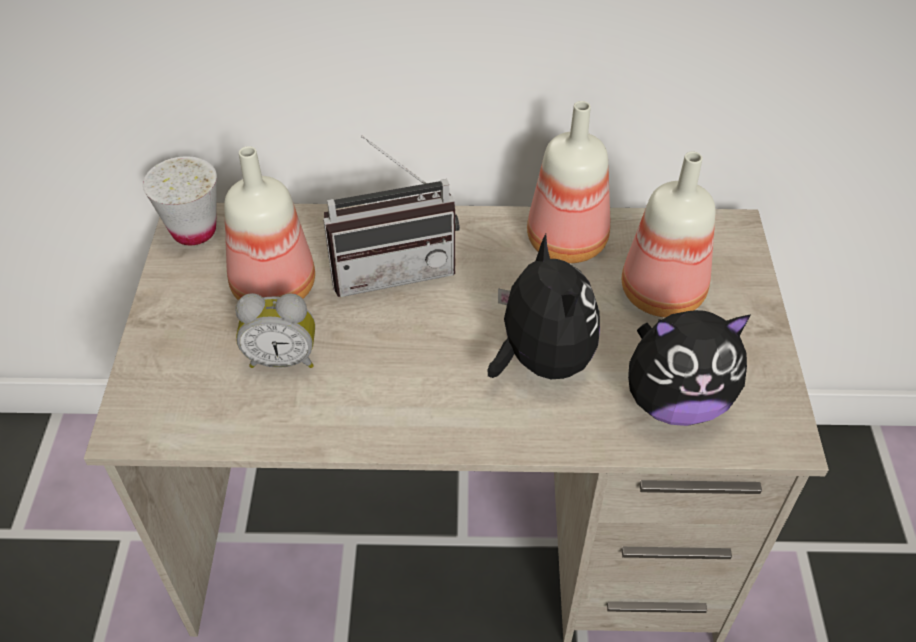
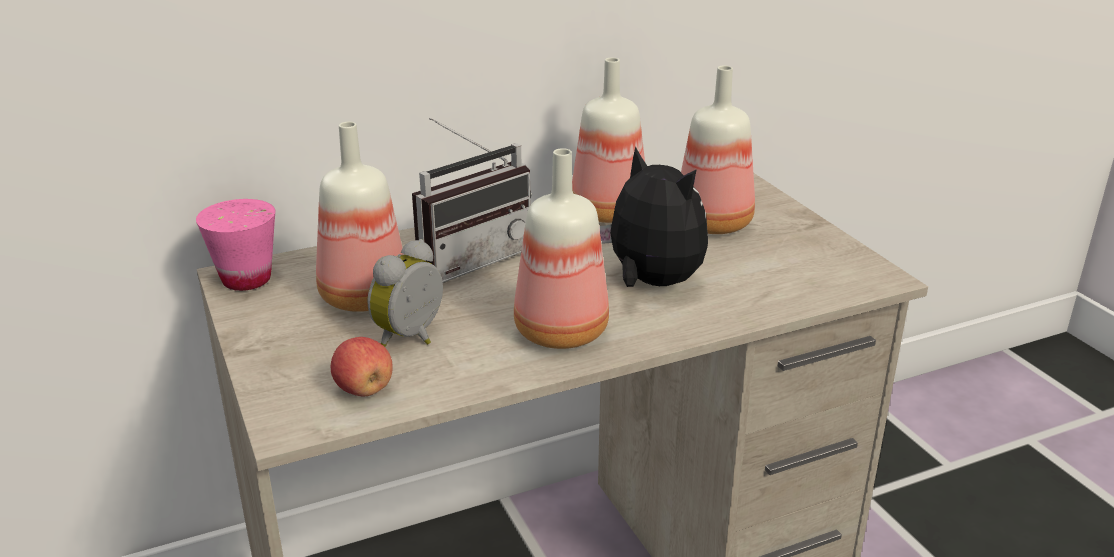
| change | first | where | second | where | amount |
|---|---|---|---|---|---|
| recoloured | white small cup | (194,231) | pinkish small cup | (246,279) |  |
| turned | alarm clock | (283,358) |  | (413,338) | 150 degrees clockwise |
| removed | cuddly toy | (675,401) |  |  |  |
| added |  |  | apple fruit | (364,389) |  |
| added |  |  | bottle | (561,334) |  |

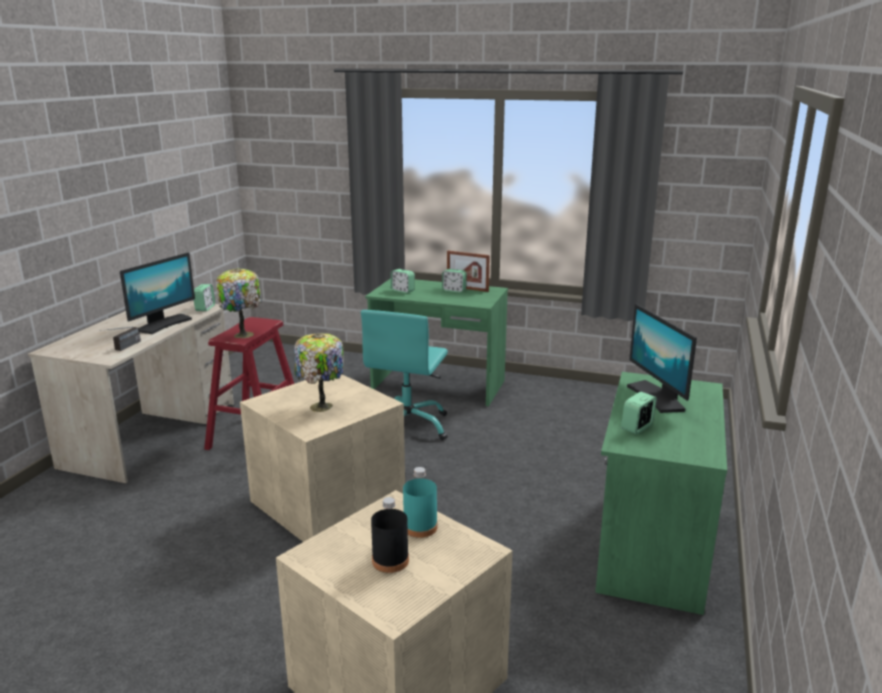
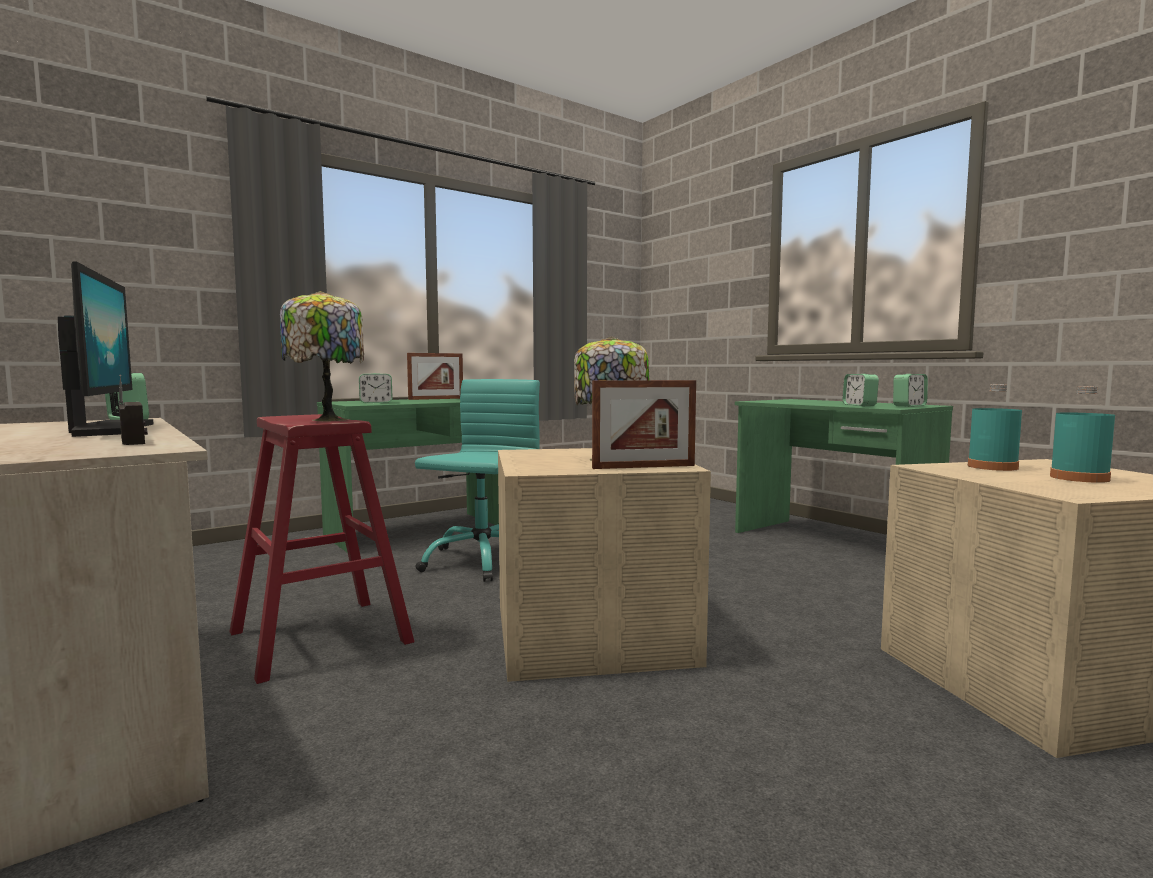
| change | first | where | second | where | amount |
|---|---|---|---|---|---|
| turned | turquoise-coloured computer chair | (407,427) |  | (481,561) | 120 degrees counterclockwise |
| recoloured | black bottle | (390,561) | turquoise-coloured bottle | (1079,478) |  |
| moved | alarm clock | (454,290) |  | (909,406) |  |
| removed | computer screen | (657,397) |  |  |  |
| added |  |  | standing frame | (644,467) |  |

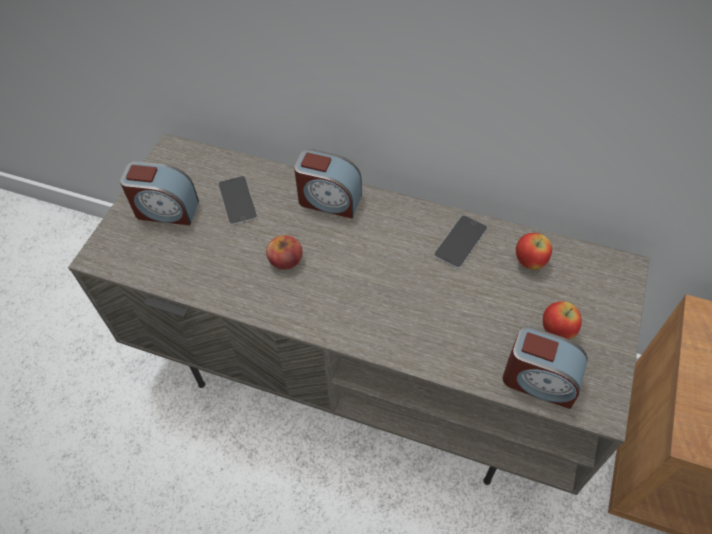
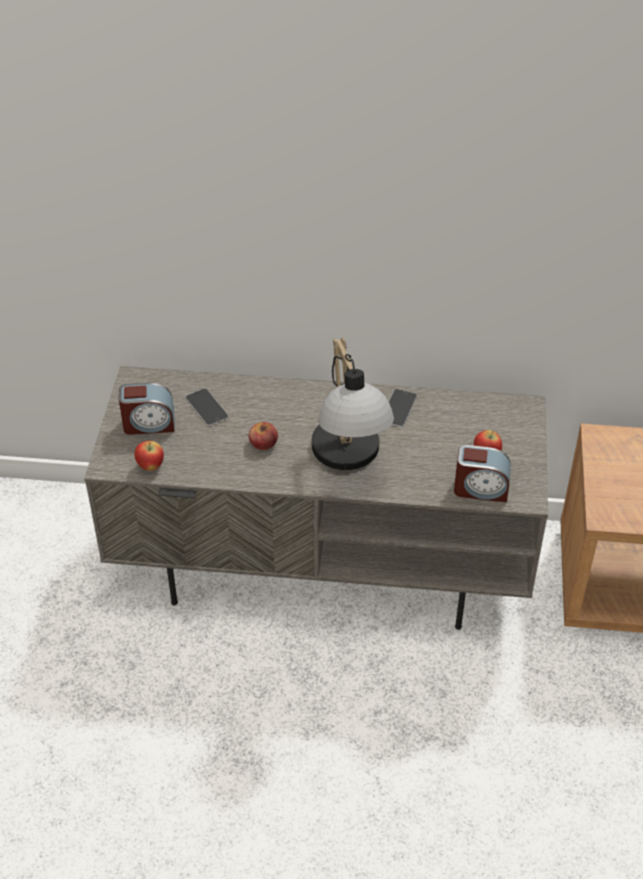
| change | first | where | second | where | amount |
|---|---|---|---|---|---|
| removed | alarm clock | (329,200) |  |  |  |
| moved | apple fruit | (529,262) |  | (150,466) |  |
| added |  |  | tabletop lamp | (349,460) |  |

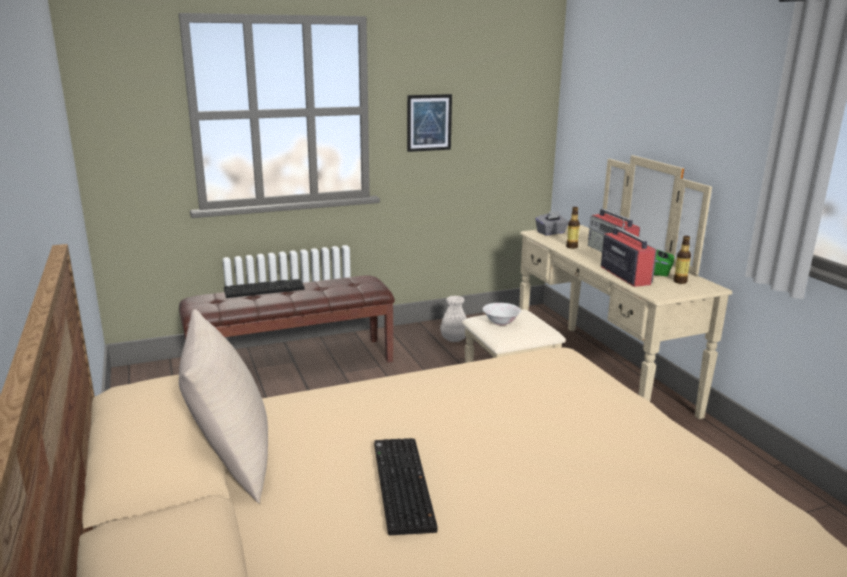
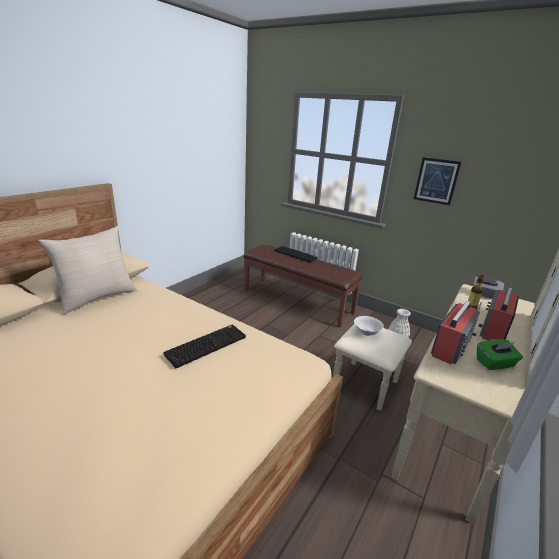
| change | first | where | second | where | amount |
|---|---|---|---|---|---|
| moved | keyboard | (400,484) |  | (206,345) |  |
| removed | bottle | (680,281) |  |  |  |

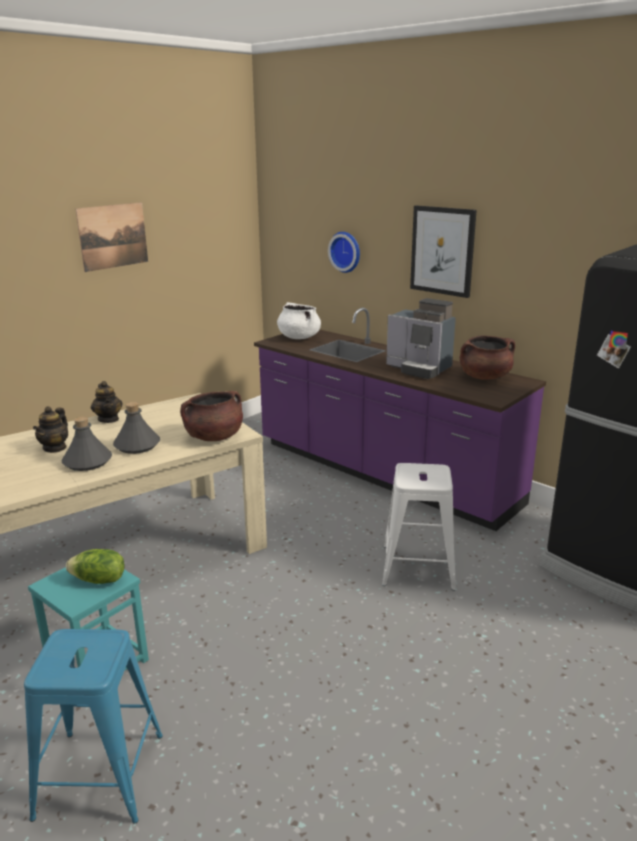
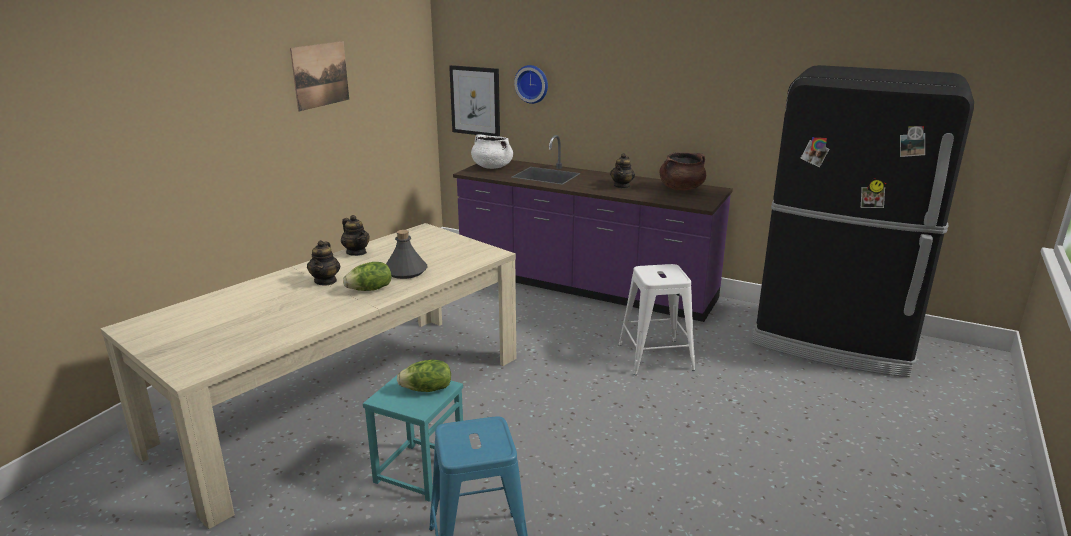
| change | first | where | second | where | amount |
|---|---|---|---|---|---|
| replaced | gray bottle | (88,462) | lettuce head | (370,289) |  |
| removed | brown-coloured saucepot | (214,437) |  |  |  |
| replaced | coffee brewer | (419,369) | pot for tea | (622,186) |  |
| moved | picture | (442,251) |  | (475,101) |  |

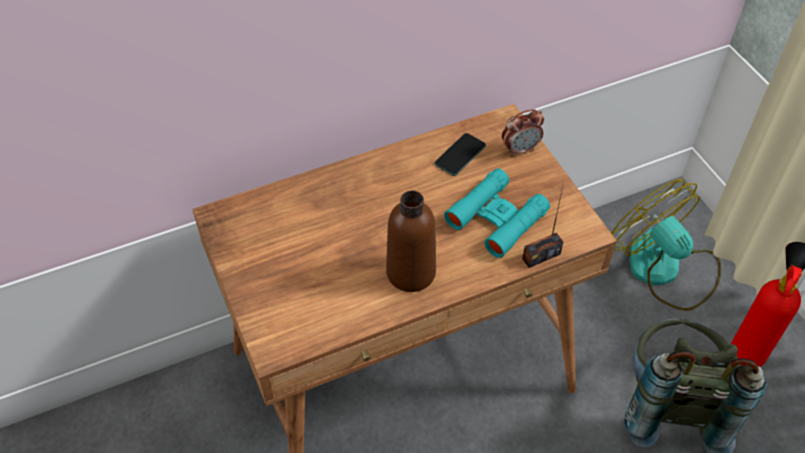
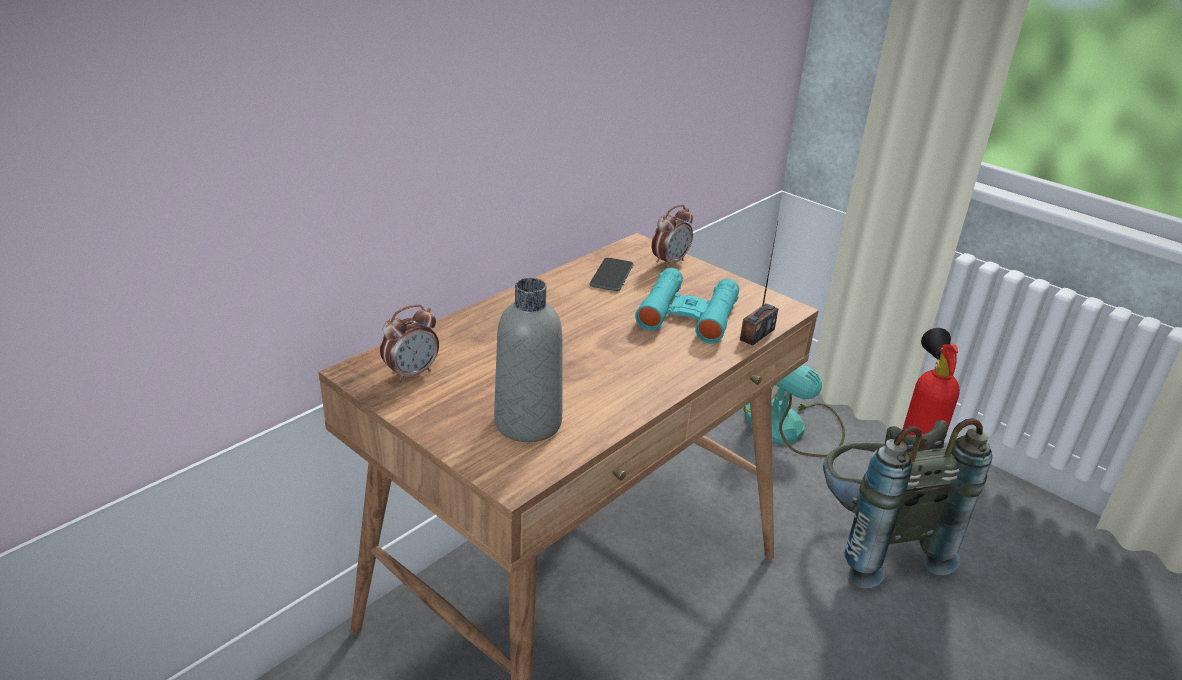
| change | first | where | second | where | amount |
|---|---|---|---|---|---|
| removed | brown-coloured bottle | (411,272) |  |  |  |
| added |  |  | alarm clock | (411,373) |  |
| added |  |  | gray bottle | (528,423) |  |

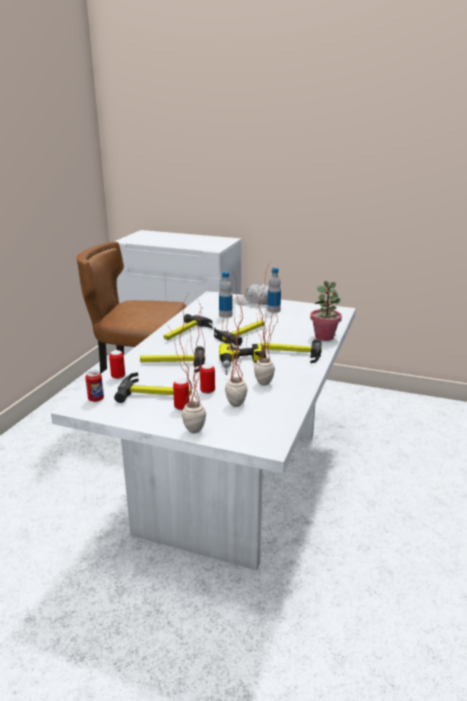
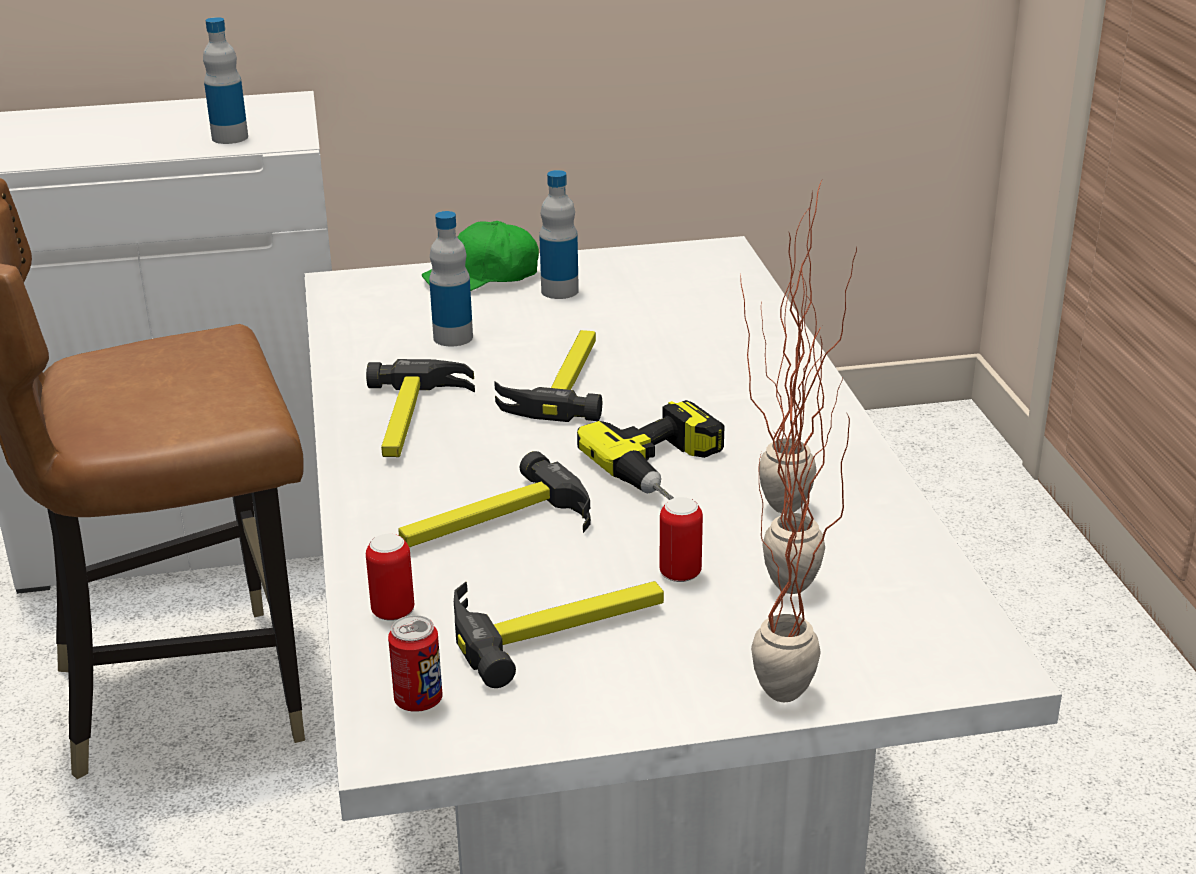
| change | first | where | second | where | amount |
|---|---|---|---|---|---|
| removed | sealed can | (182,407) |  |  |  |
| recoloured | white baseball cap | (255,302) | green-coloured baseball cap | (482,278) |  |
| removed | hand hammer | (289,353) |  |  |  |
| removed | potted plant | (324,337) |  |  |  |
| added |  |  | bottle | (230,137) |  |

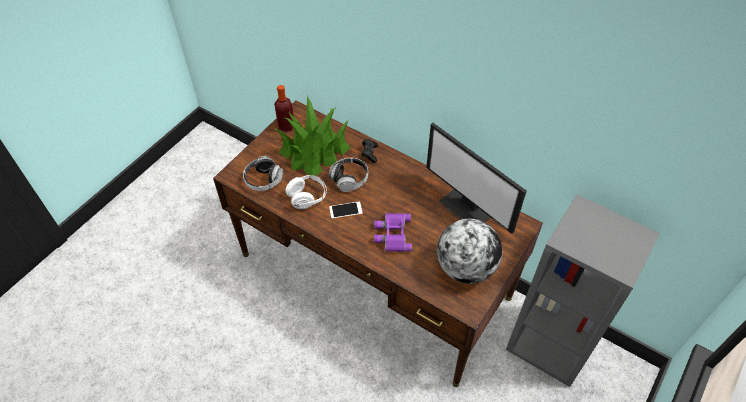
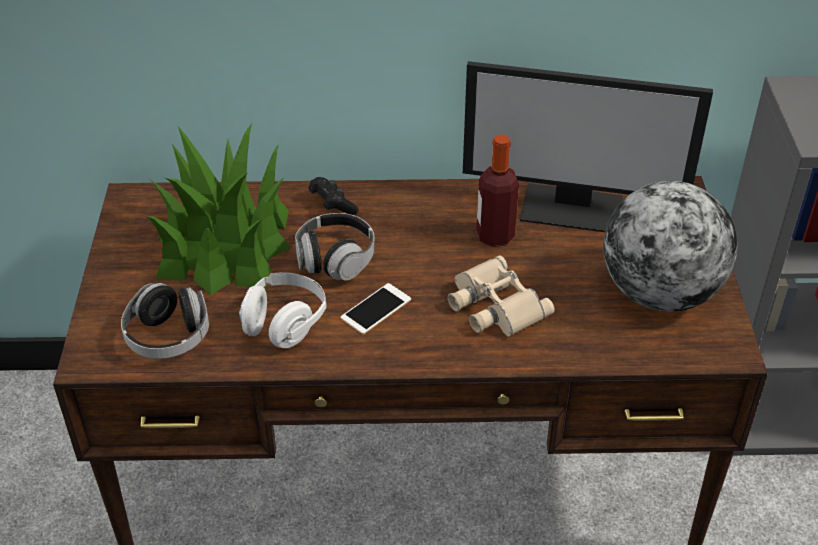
| change | first | where | second | where | amount |
|---|---|---|---|---|---|
| moved | bottle | (286,126) |  | (495,236) |  |
| recoloured | purplish binoculars | (392,234) | beige binoculars | (493,305) |  |

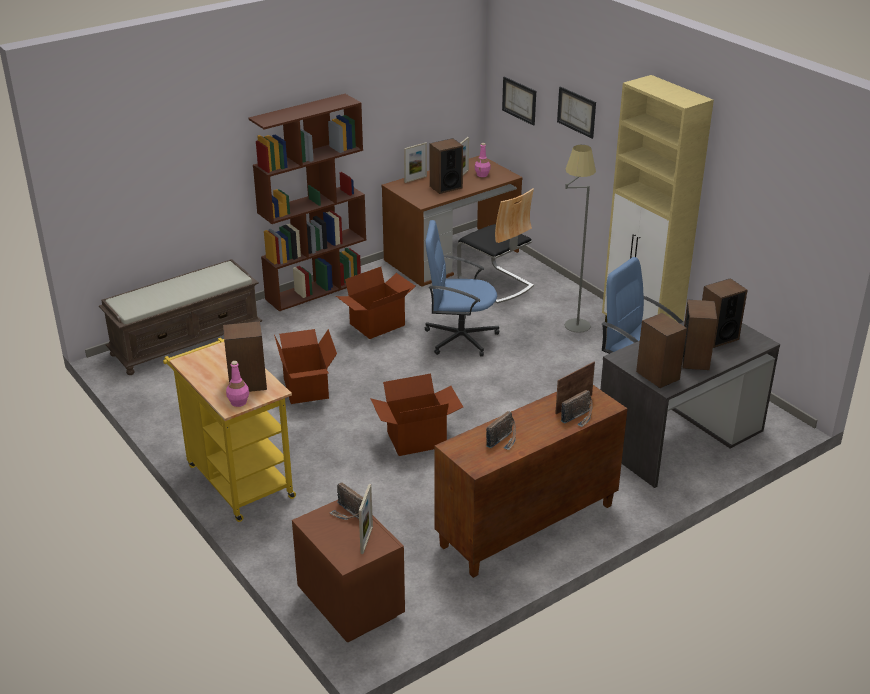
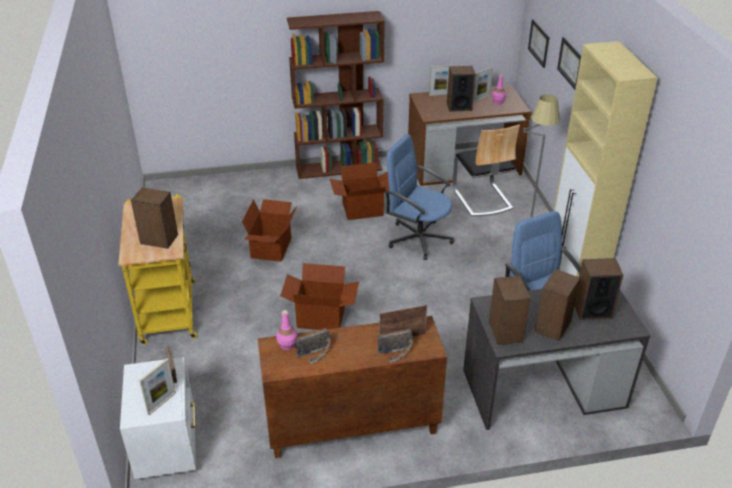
| change | first | where | second | where | amount |
|---|---|---|---|---|---|
| removed | brown-coloured long seat | (186,341) |  |  |  |
| moved | pinkish bottle | (238,402) |  | (287,344) |  |
| recoloured | brown-coloured nightstand | (351,604) | white nightstand | (168,445) |  |

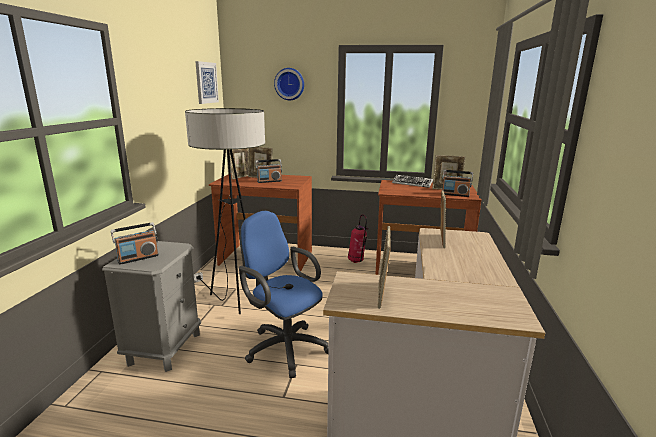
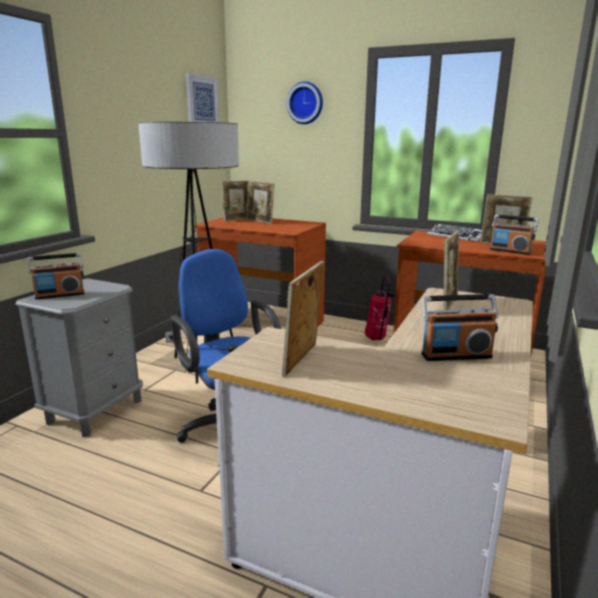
| change | first | where | second | where | amount |
|---|---|---|---|---|---|
| moved | radio | (269,181) |  | (456,355) |  |

